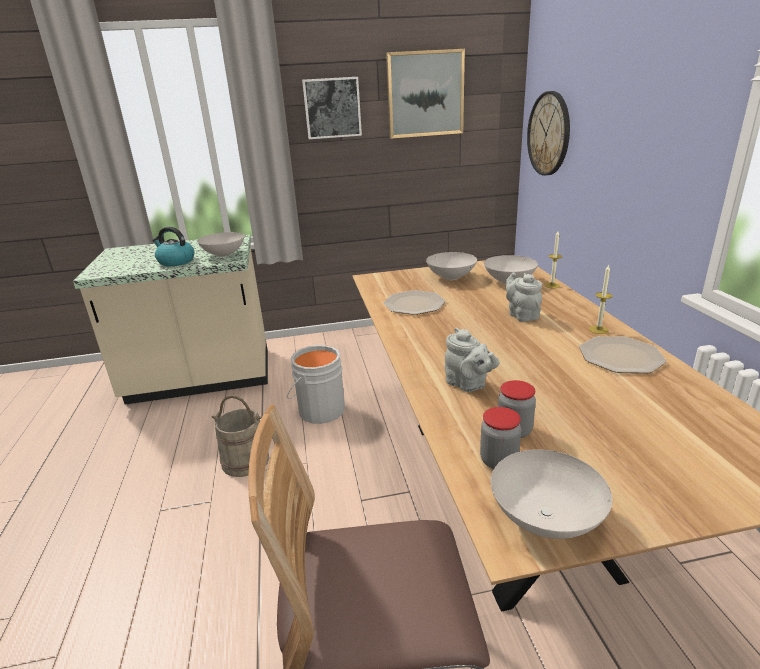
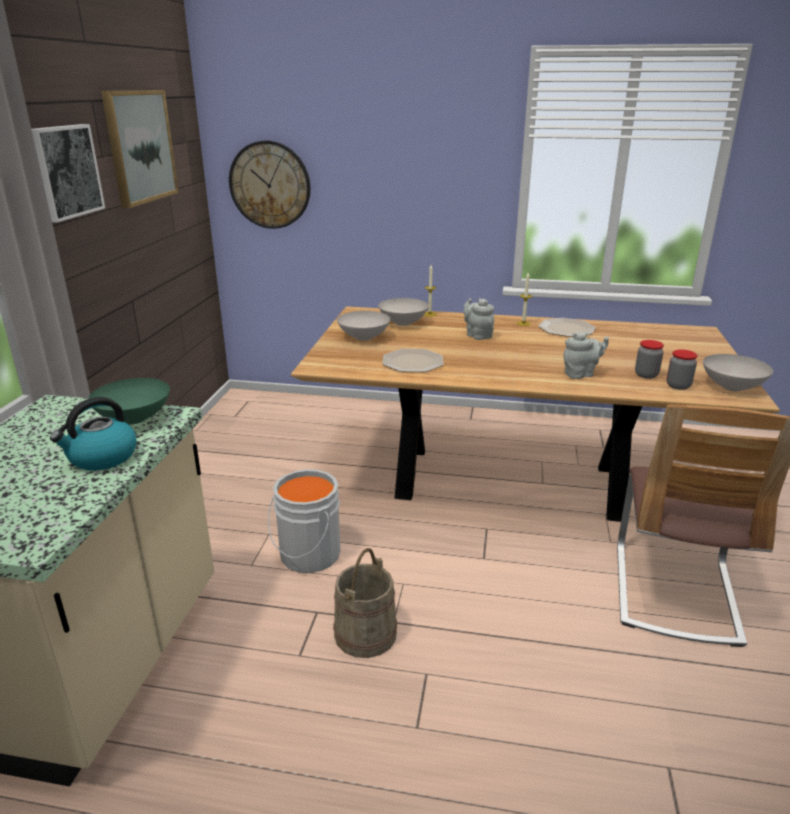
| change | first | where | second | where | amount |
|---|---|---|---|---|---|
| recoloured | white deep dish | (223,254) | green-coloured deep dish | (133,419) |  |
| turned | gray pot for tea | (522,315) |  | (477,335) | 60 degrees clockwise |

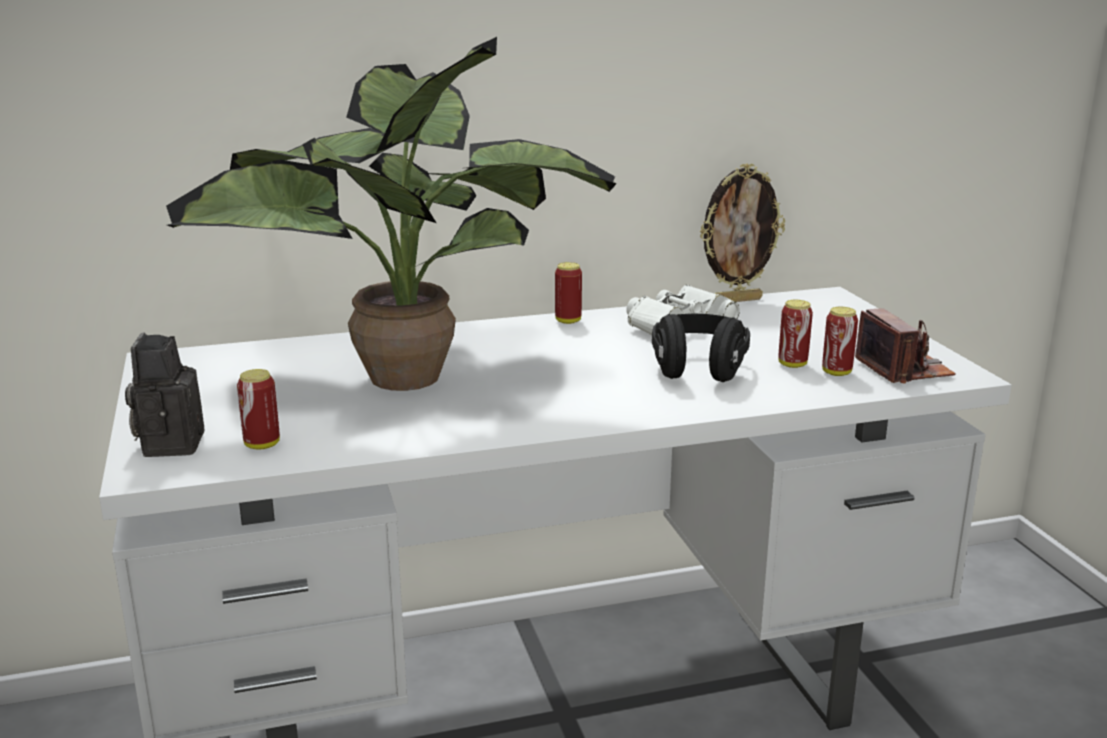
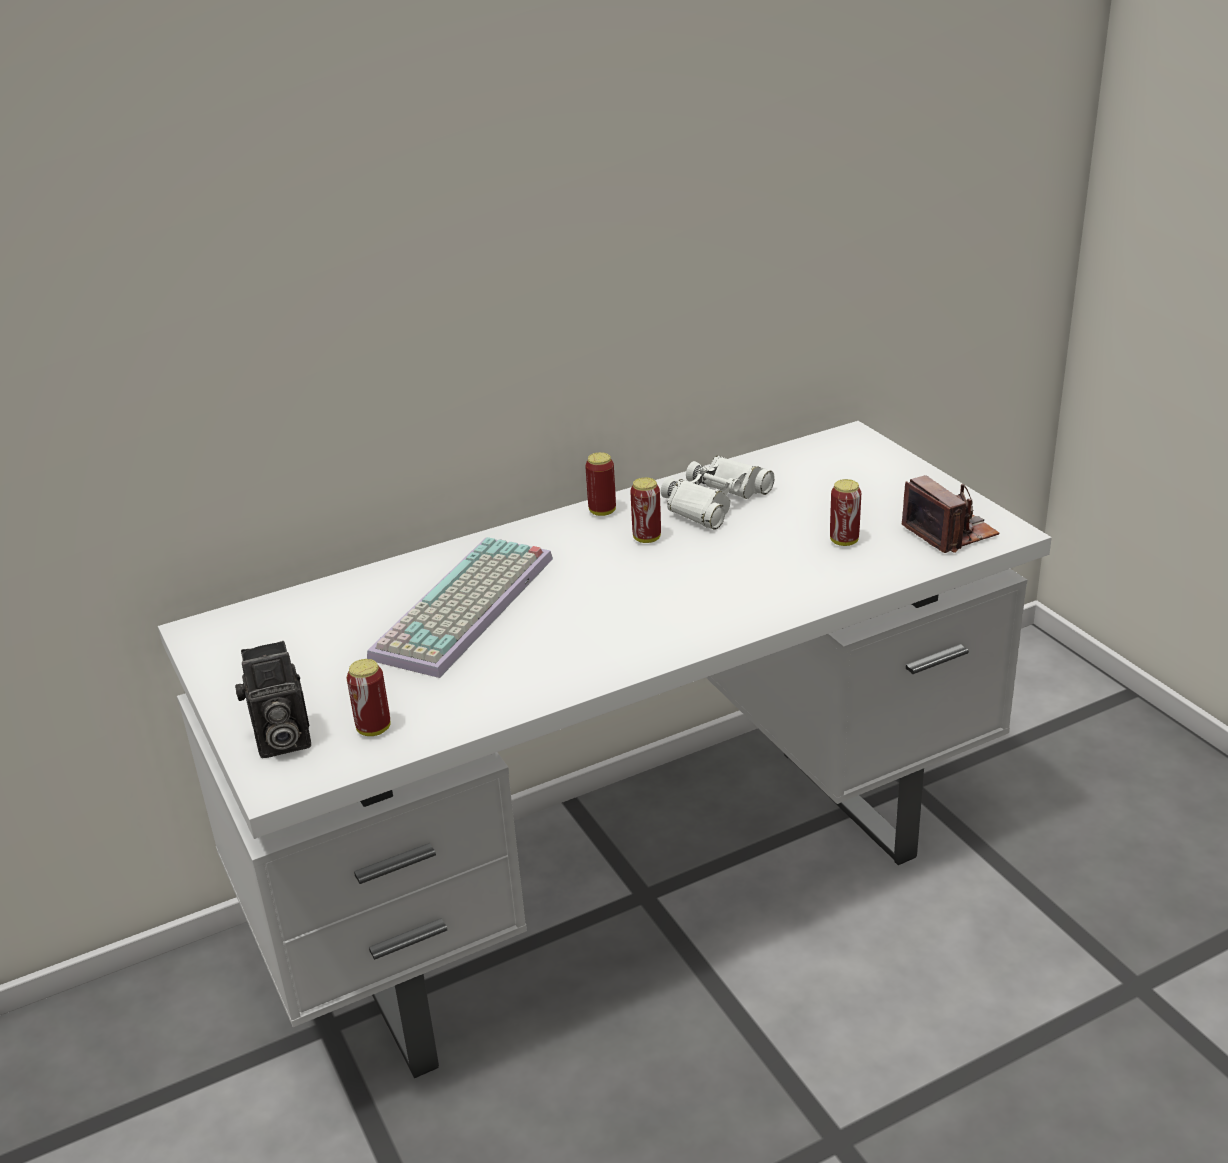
| change | first | where | second | where | amount |
|---|---|---|---|---|---|
| turned | photo camera | (170,443) |  | (280,742) | 90 degrees counterclockwise |
| replaced | potted plant | (404,372) | keyboard | (466,609) |  |
| removed | black pair of headphones | (698,369) |  |  |  |
| removed | standing frame | (736,300) |  |  |  |
| moved | sealed can | (836,372) |  | (647,538) |  |

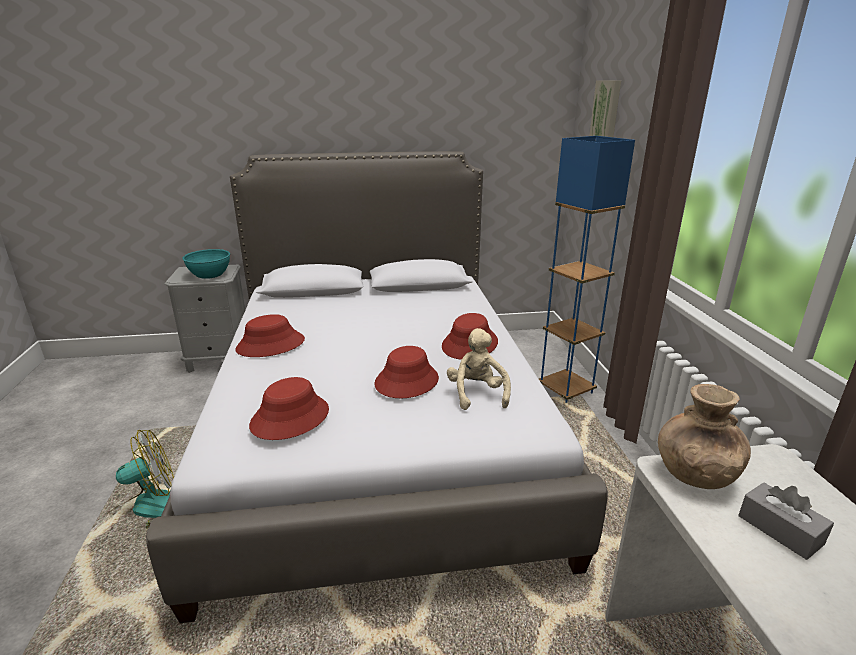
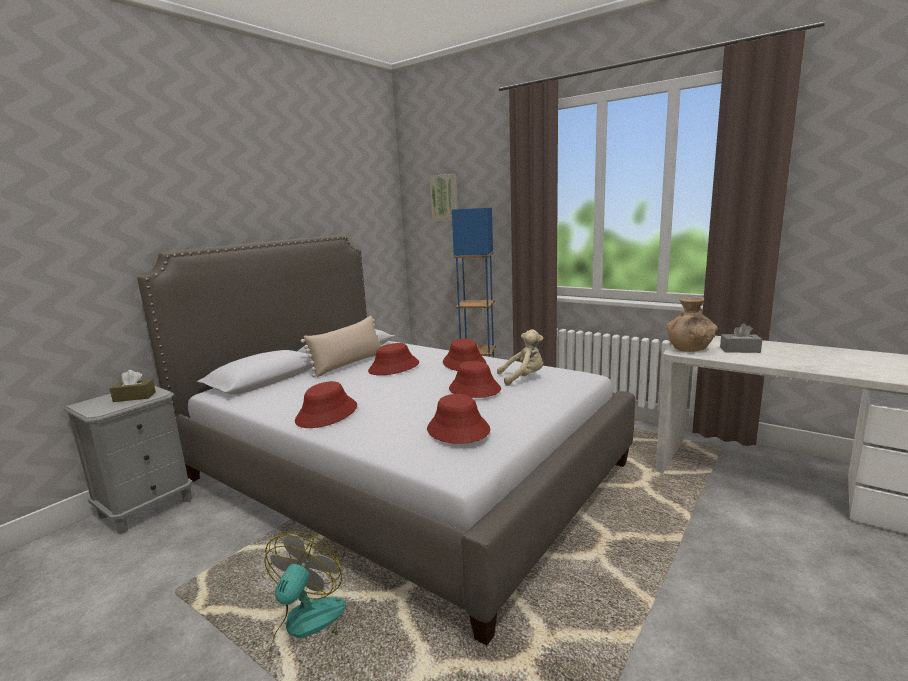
| change | first | where | second | where | amount |
|---|---|---|---|---|---|
| replaced | turquoise-coloured deep dish | (209,274) | brown-coloured box of tissues | (134,397) |  |
| turned | beige cuddly toy | (477,394) |  | (523,378) | 135 degrees clockwise |
| added |  |  | beige cushion | (348,364) |  |
| added |  |  | red-coloured clothing hat | (394,367) |  |

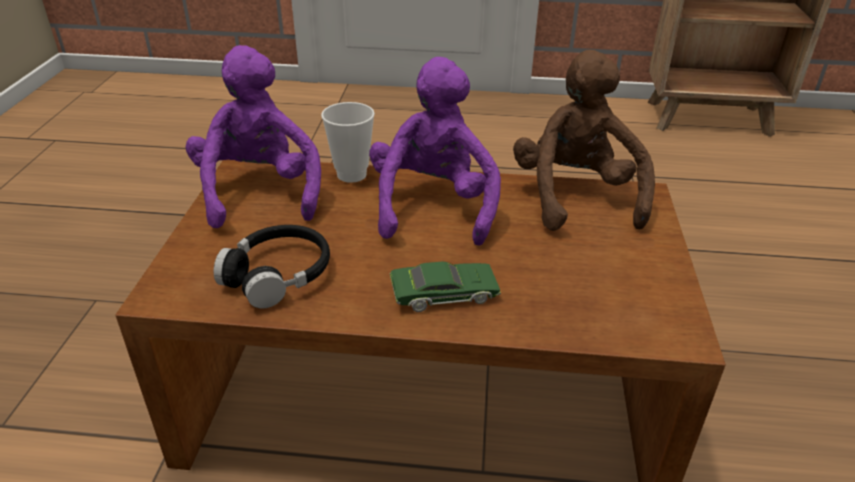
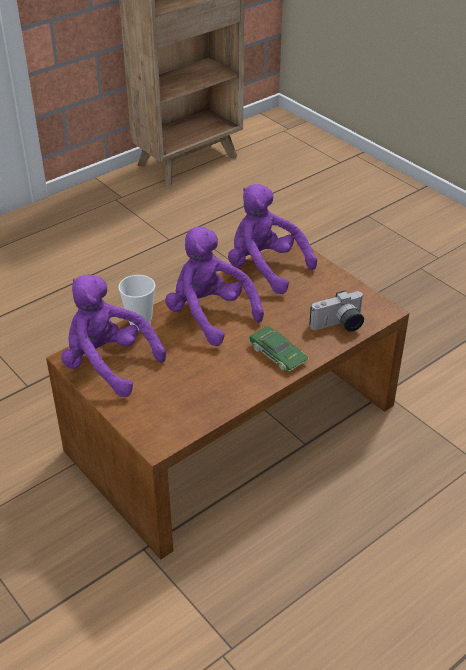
| change | first | where | second | where | amount |
|---|---|---|---|---|---|
| removed | black pair of headphones | (278,275) |  |  |  |
| turned | green-coloured toy car | (444,293) |  | (278,354) | 105 degrees clockwise |
| recoloured | brown-coloured cuddly toy | (575,196) | purplish cuddly toy | (265,268) |  |
| added |  |  | photo camera | (339,326) |  |

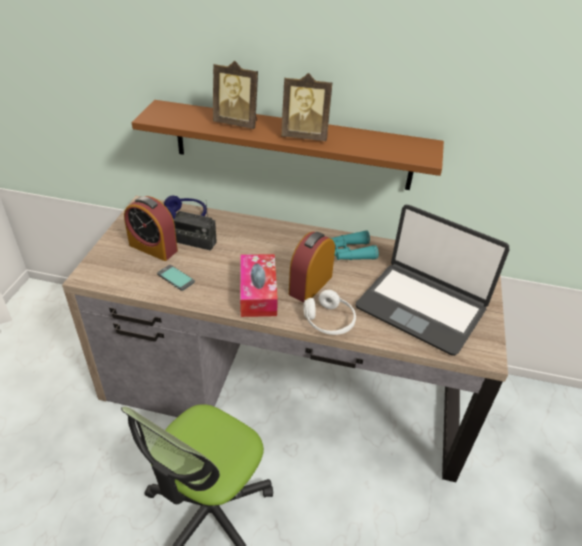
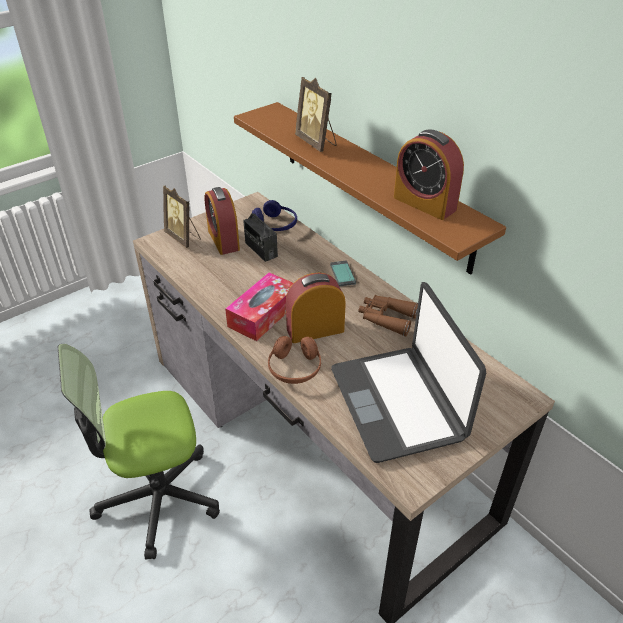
| change | first | where | second | where | amount |
|---|---|---|---|---|---|
| moved | phone | (175,278) |  | (342,274) |  |
| moved | standing frame | (305,136) |  | (183,238) |  |
| recoloured | white pair of headphones | (329,321) | brown-coloured pair of headphones | (294,368) |  |
| recoloured | turquoise-coloured binoculars | (348,252) | brown-coloured binoculars | (386,318) |  |
| added |  |  | alarm clock | (424,203) |  |

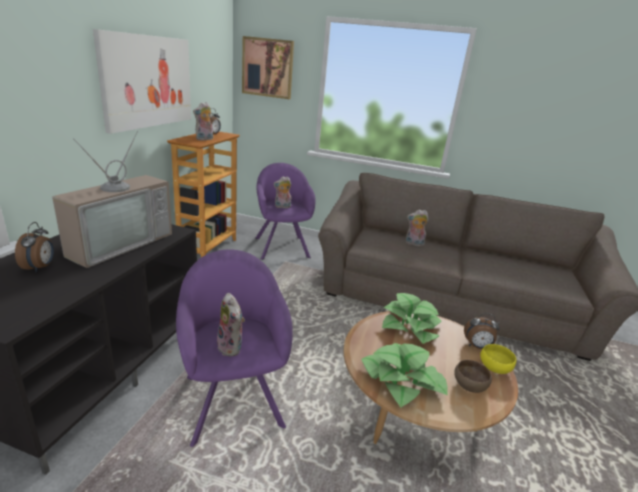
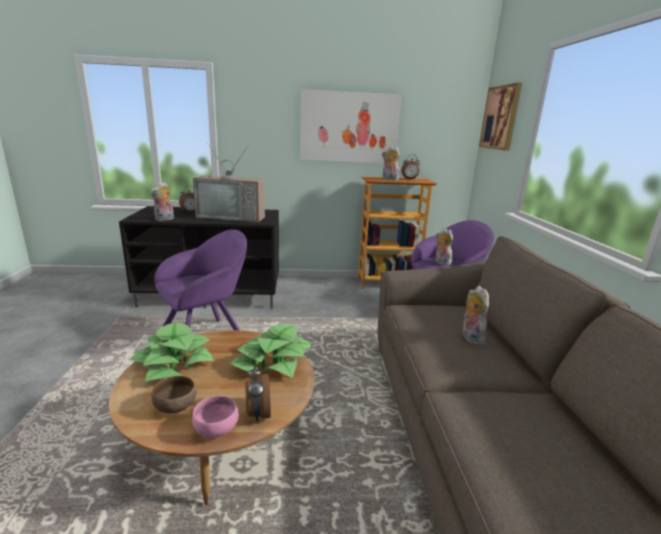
| change | first | where | second | where | amount |
|---|---|---|---|---|---|
| moved | cuddly toy | (232,347) |  | (164,219) |  |
| recoloured | yellow-coloured deep dish | (493,368) | pinkish deep dish | (216,428) |  |

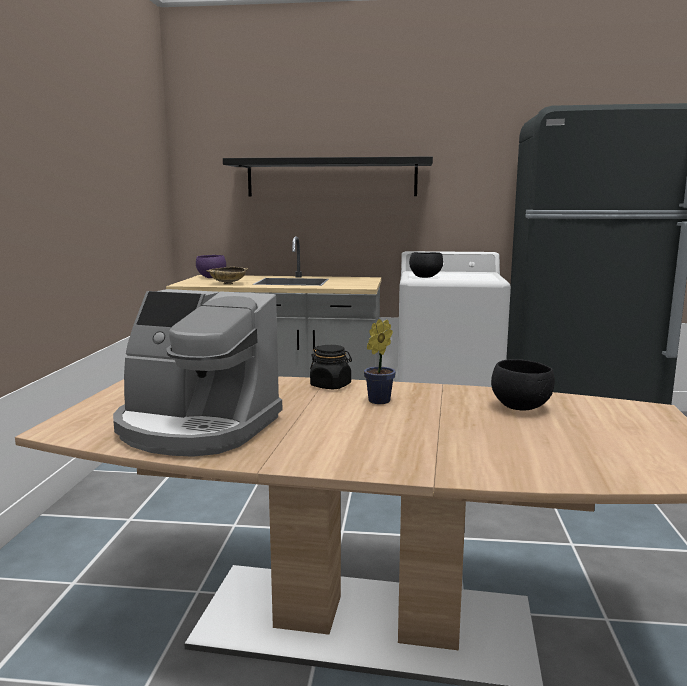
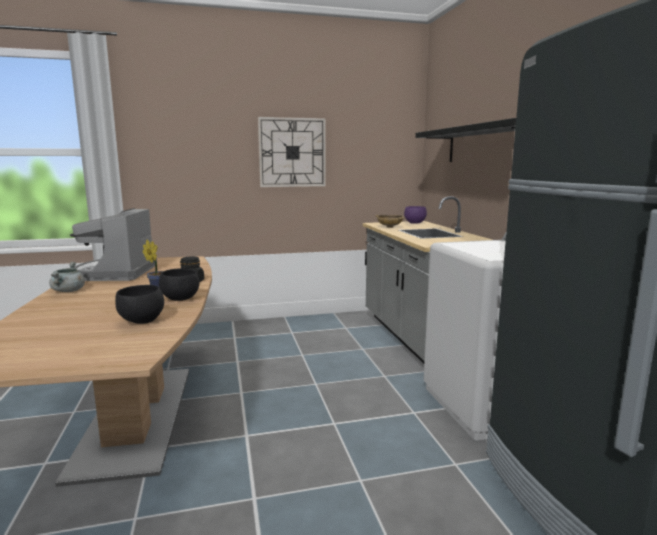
| change | first | where | second | where | amount |
|---|---|---|---|---|---|
| moved | black deep dish | (425,277) |  | (181,299) |  |
| added |  |  | gray saucepot | (68,291) |  |
| added |  |  | clock on the wall | (292,152) |  |

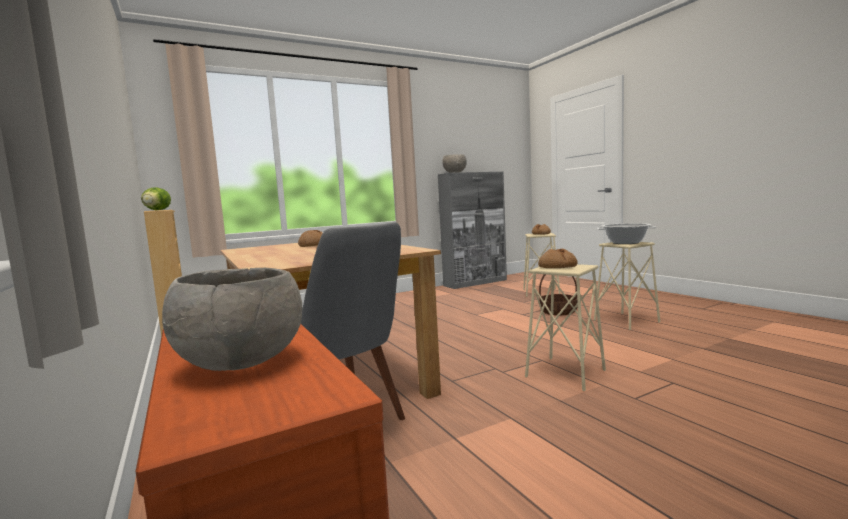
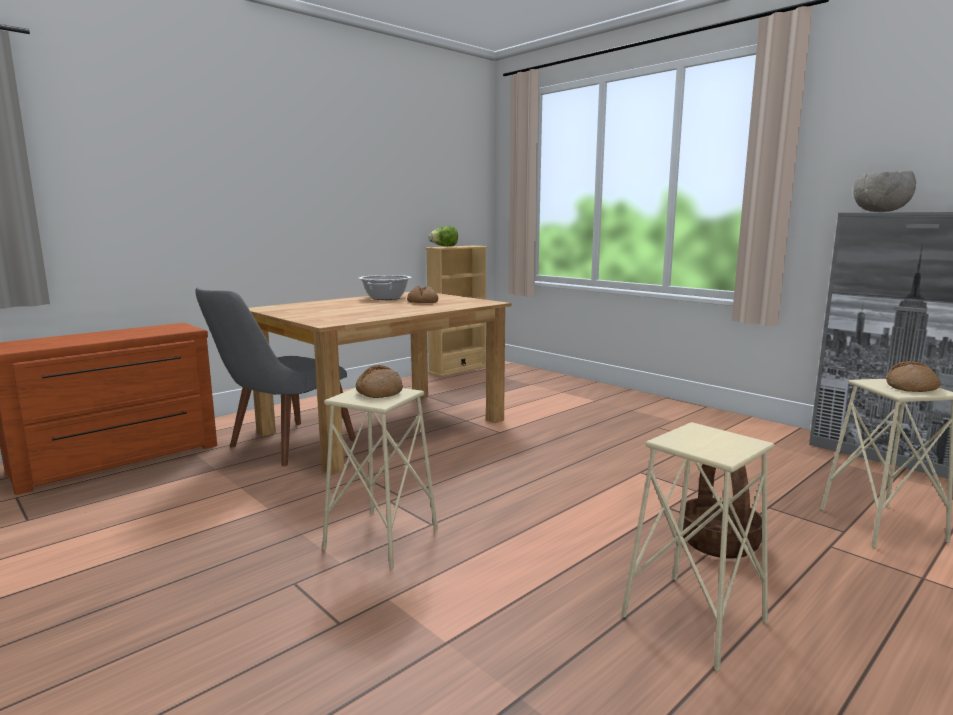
| change | first | where | second | where | amount |
|---|---|---|---|---|---|
| removed | gray deep dish | (241,364) |  |  |  |
| moved | saucepot | (626,243) |  | (385,298) |  |

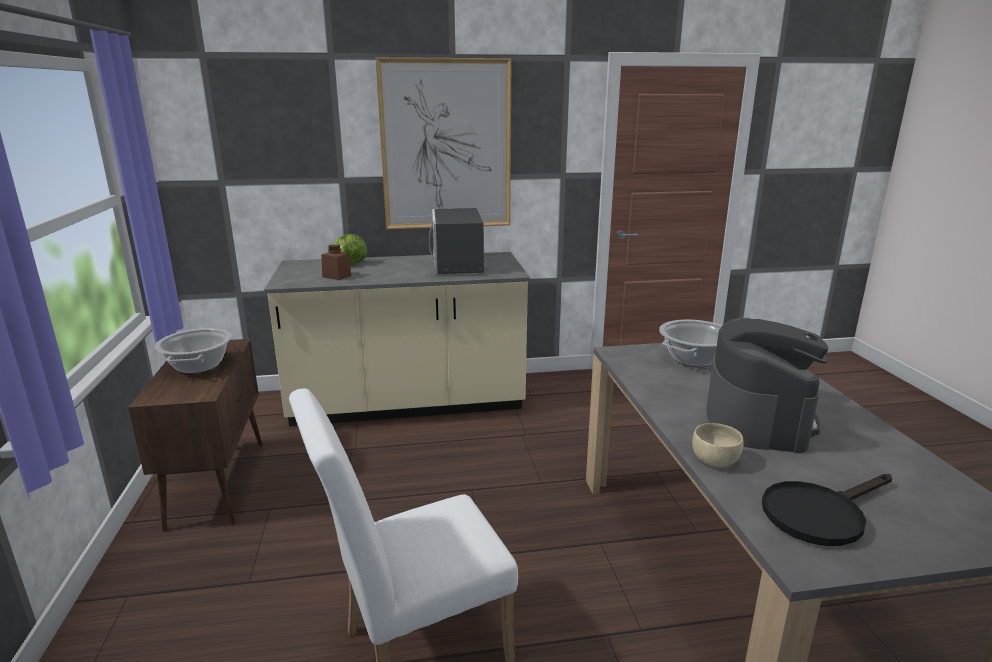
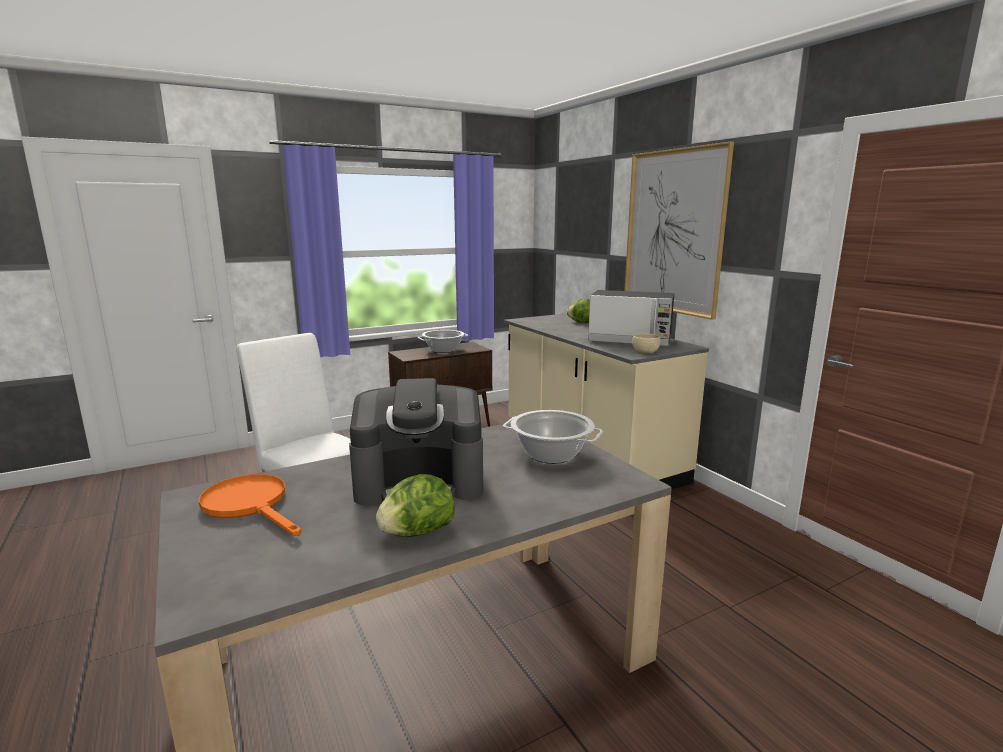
| change | first | where | second | where | amount |
|---|---|---|---|---|---|
| removed | brown-coloured preserve jar | (337,276) |  |  |  |
| turned | microwave | (457,264) |  | (630,340) | 135 degrees counterclockwise |
| moved | beige deep dish | (714,460) |  | (645,352) |  |
| recoloured | black frying pan | (819,514) | orange frying pan | (250,505) |  |
| added |  |  | lettuce head | (417,533) |  |

